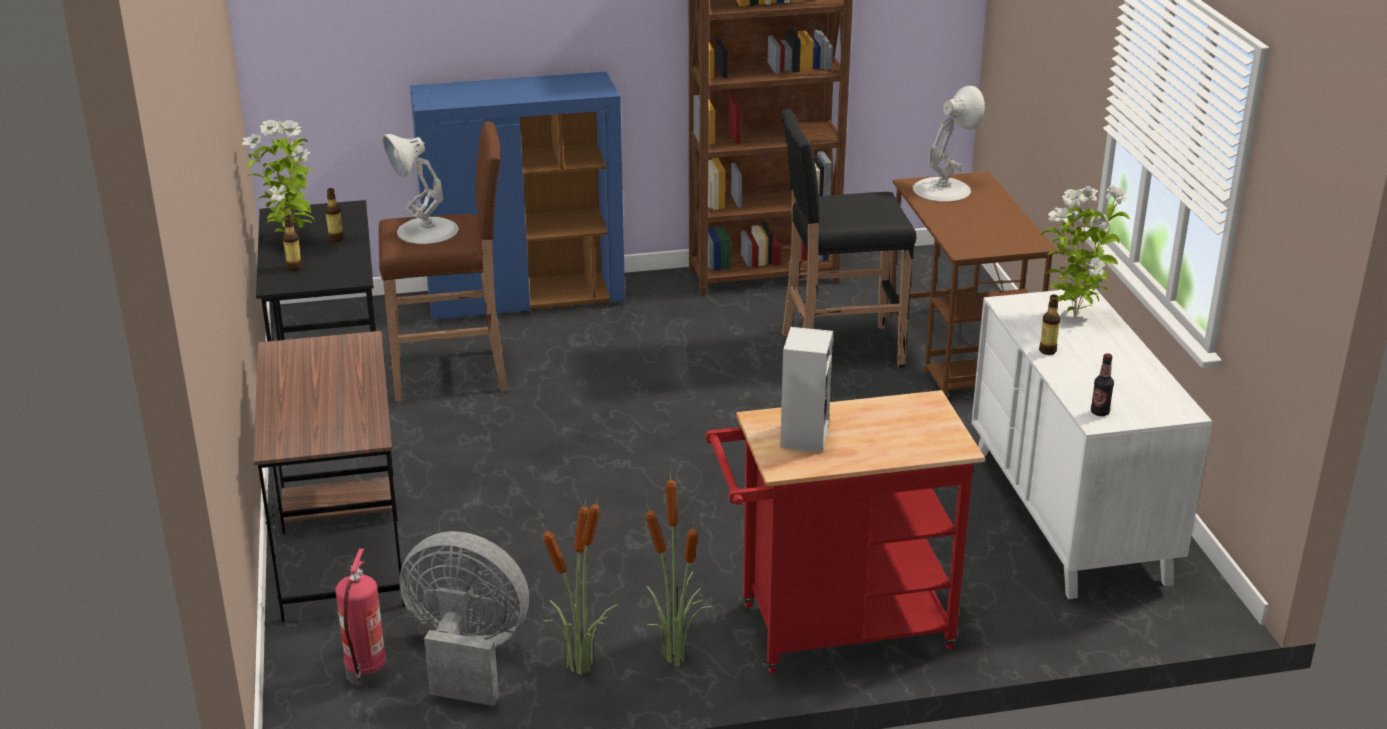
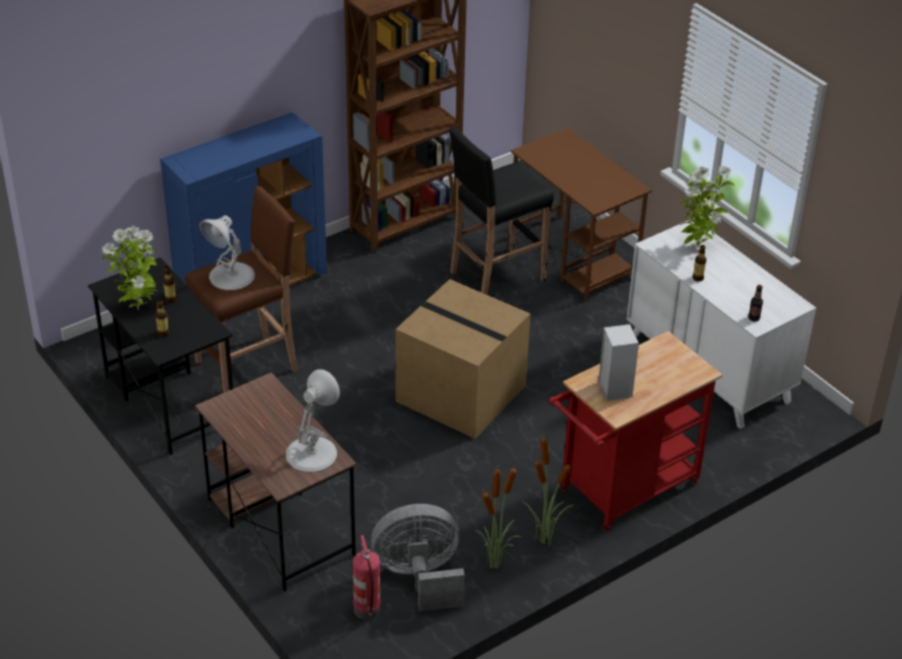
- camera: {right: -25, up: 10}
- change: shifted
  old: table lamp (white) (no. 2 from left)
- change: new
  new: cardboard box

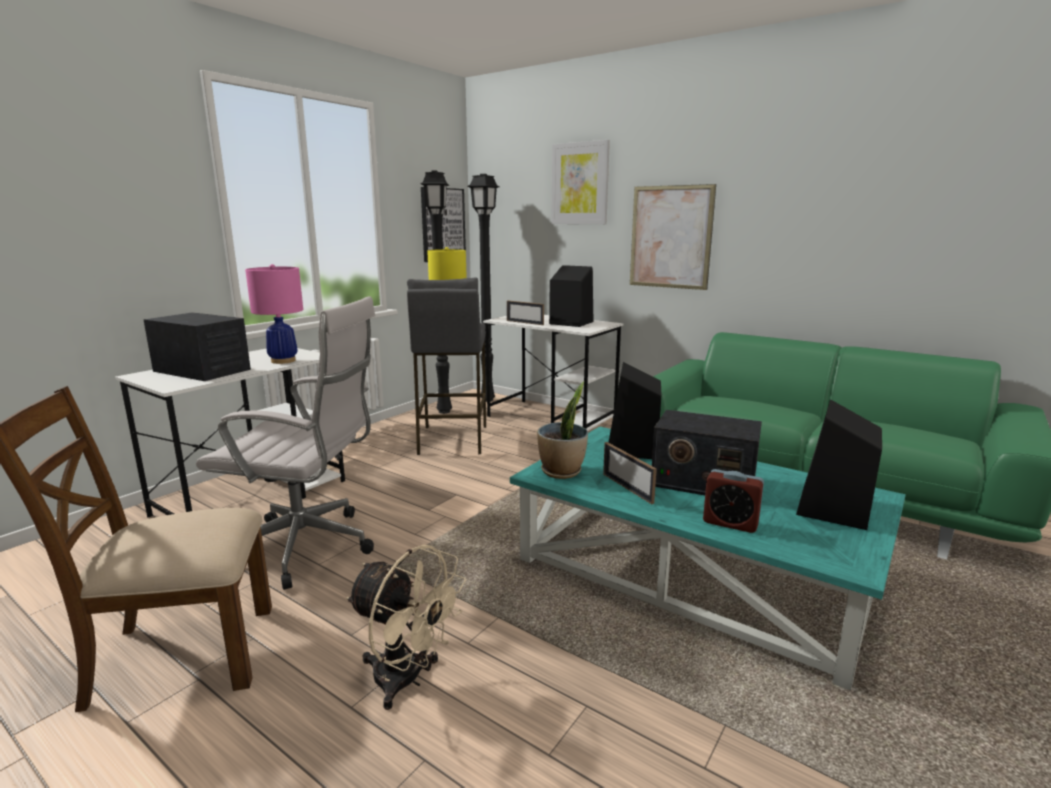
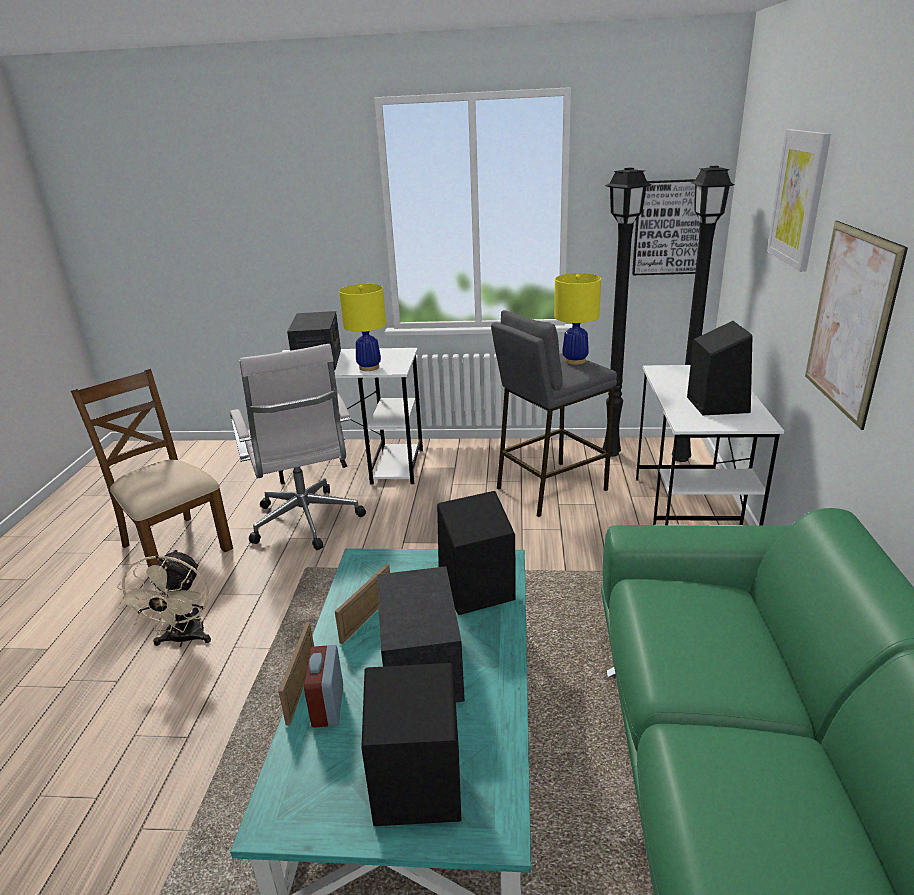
- camera: {right: 60, up: 10}
- change: repainted
  old: table lamp (pink)
  new: table lamp (yellow) (no. 1 from left)
- change: shifted
  old: picture frame (no. 1 from left)
- change: gone
  old: potted plant

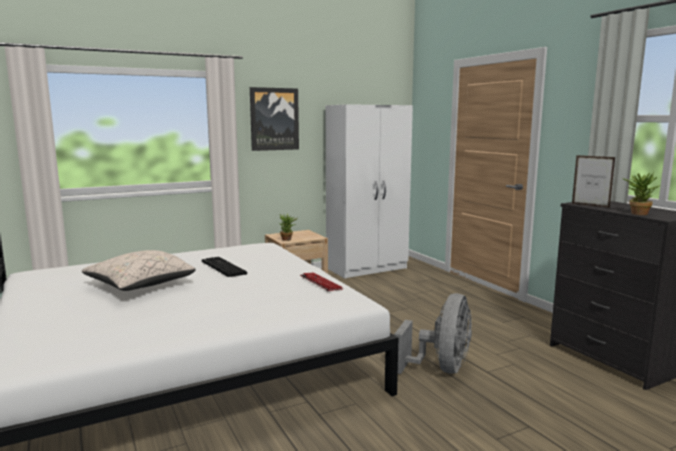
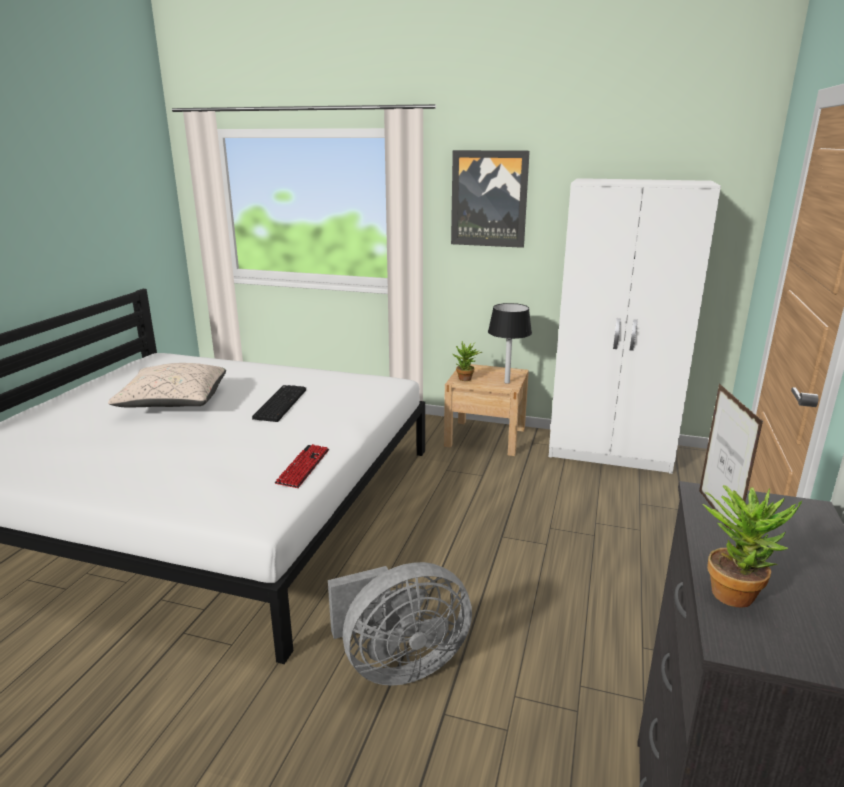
- camera: {right: 45, up: 10}
- change: new
  new: table lamp (black)

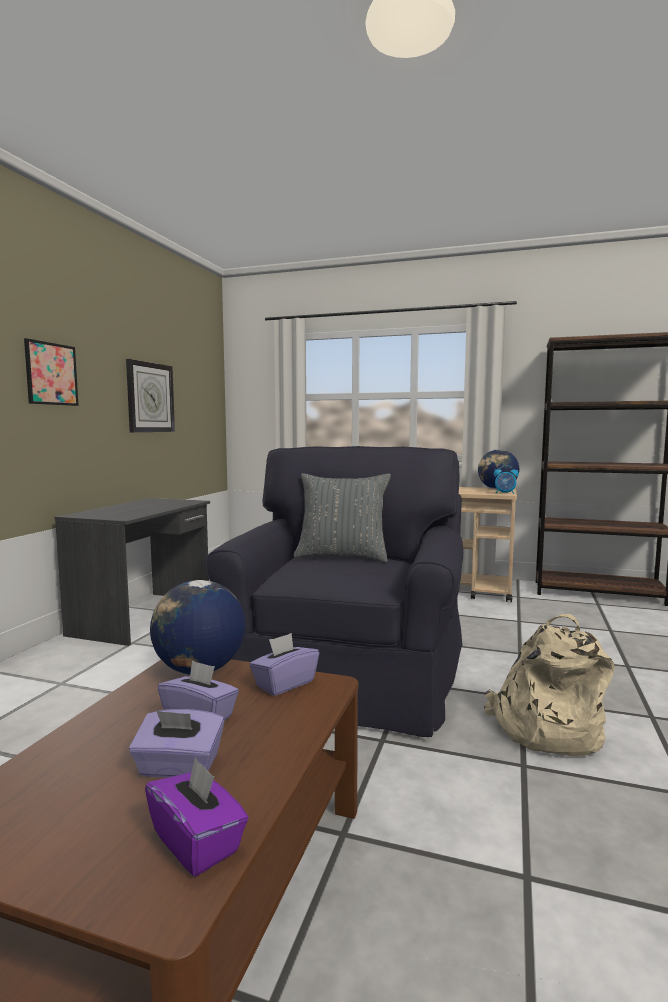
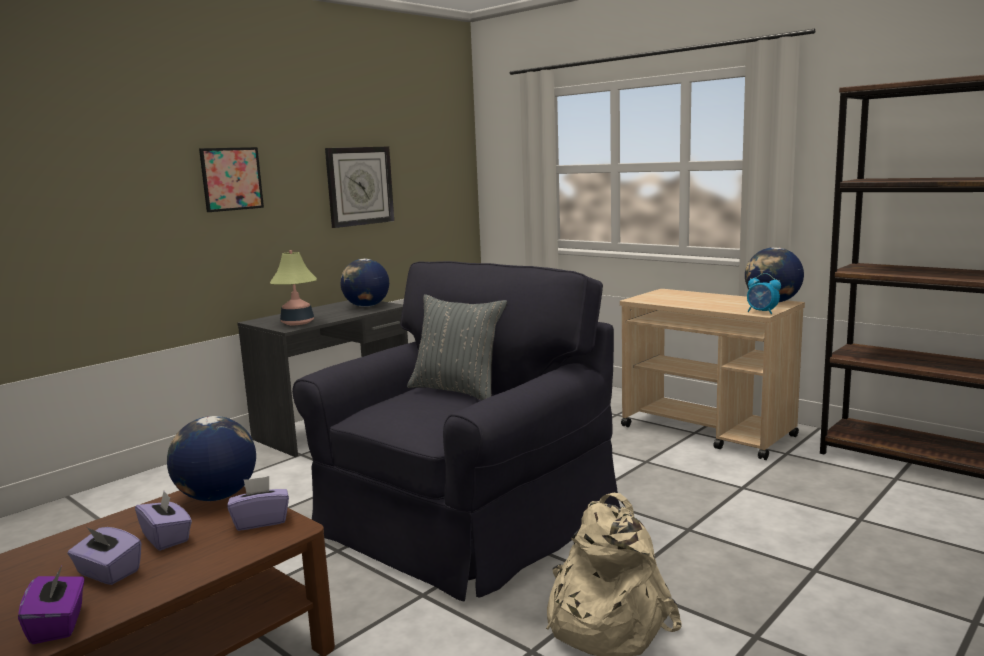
- camera: {right: 25, up: 5}
- change: new
  new: table lamp
- change: new
  new: globe (no. 2 from left)

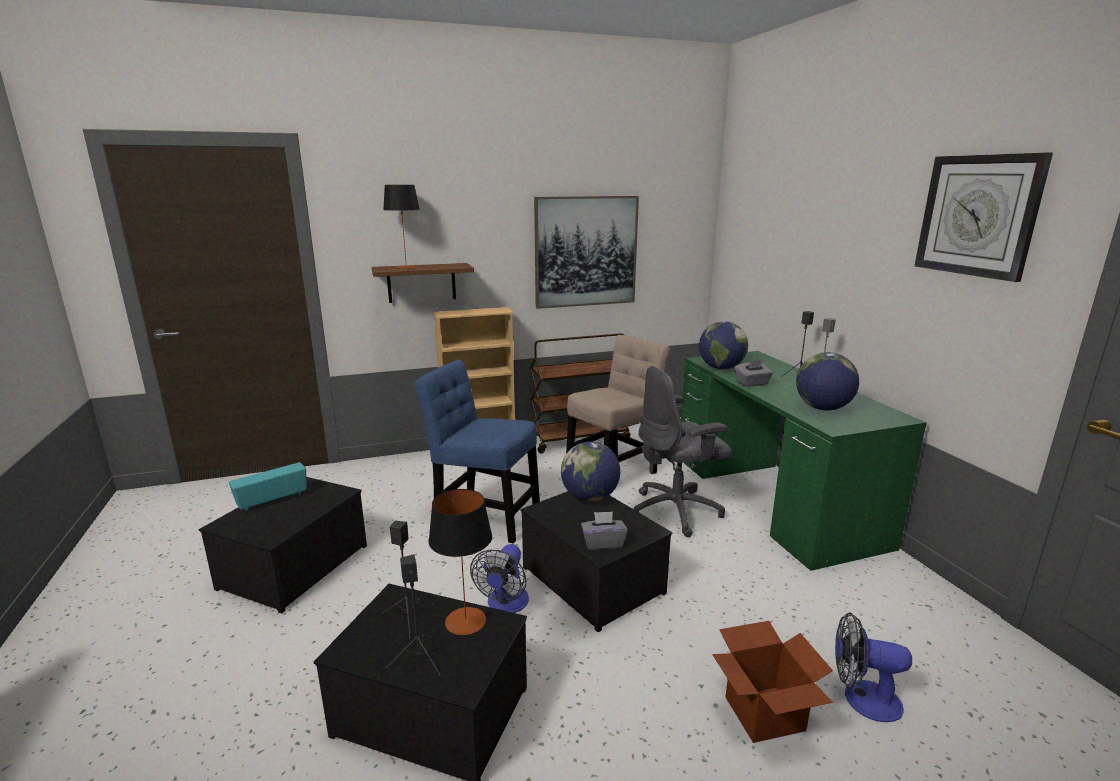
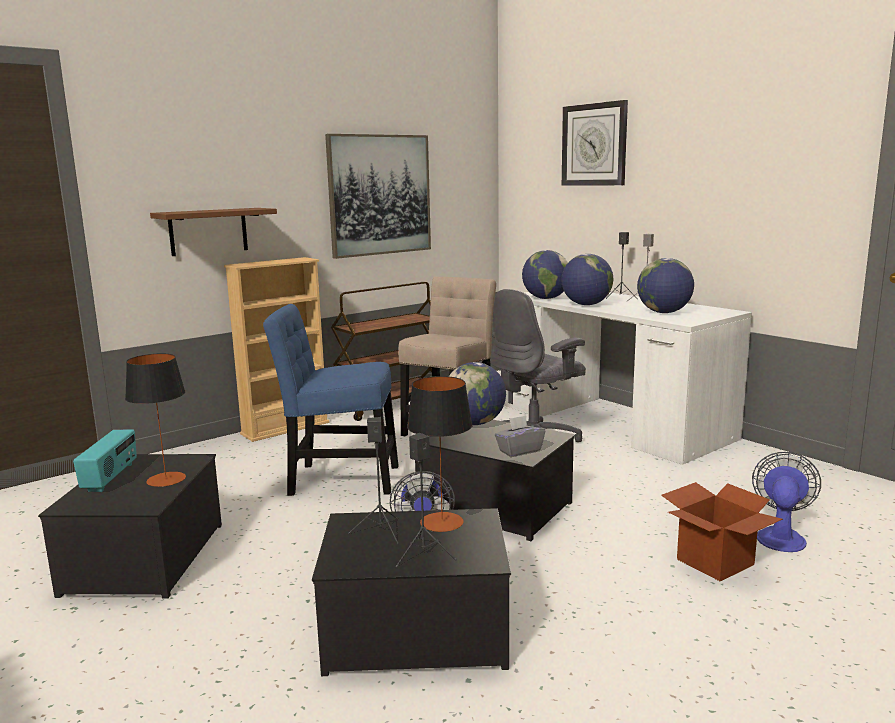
- camera: {right: -20, up: -5}
- change: shifted
  old: wall clock
- change: shifted
  old: table lamp (no. 1 from left)
- change: repainted
  old: desk (green)
  new: desk (white)
- change: swapped
  old: tissue box (grey) (no. 2 from left)
  new: globe (no. 3 from left)
- change: rotated
  old: radio
  degrees: 150
- change: rotated
  old: fan (no. 2 from left)
  degrees: 120

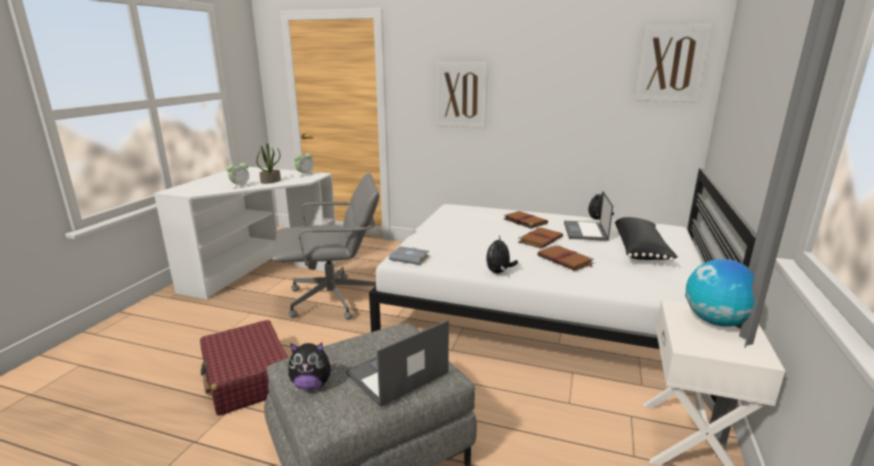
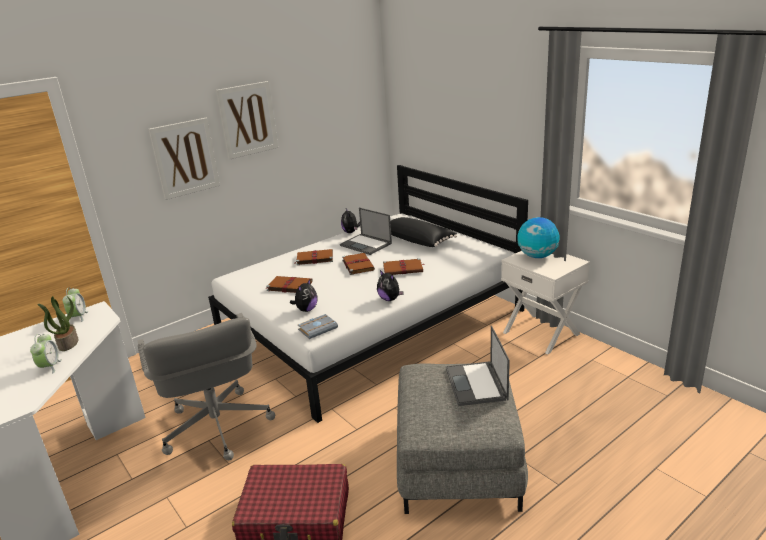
- camera: {right: -55, up: 5}
- change: shifted
  old: picture (no. 2 from left)
- change: rotated
  old: office chair (grey)
  degrees: 135
- change: shifted
  old: plush toy (no. 1 from left)
- change: new
  new: book (brown) (no. 1 from left)

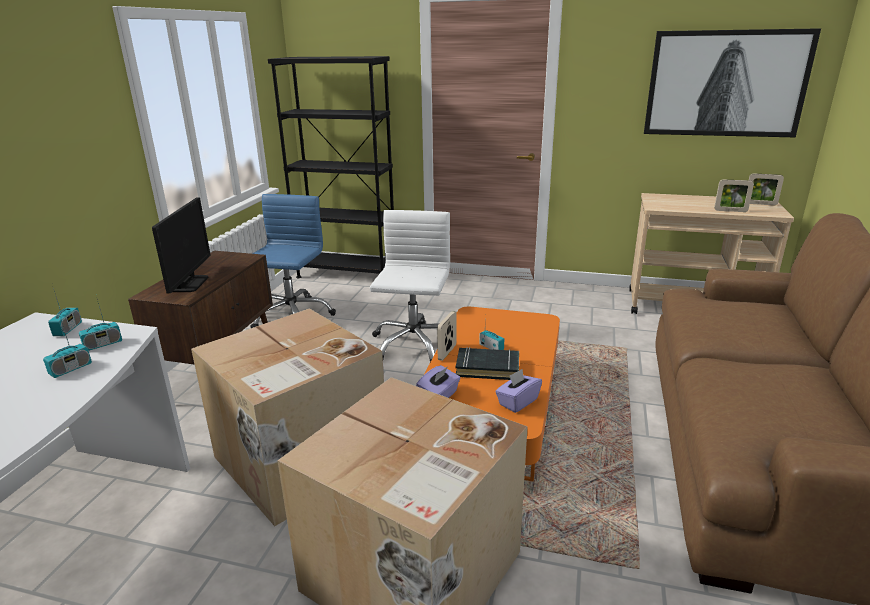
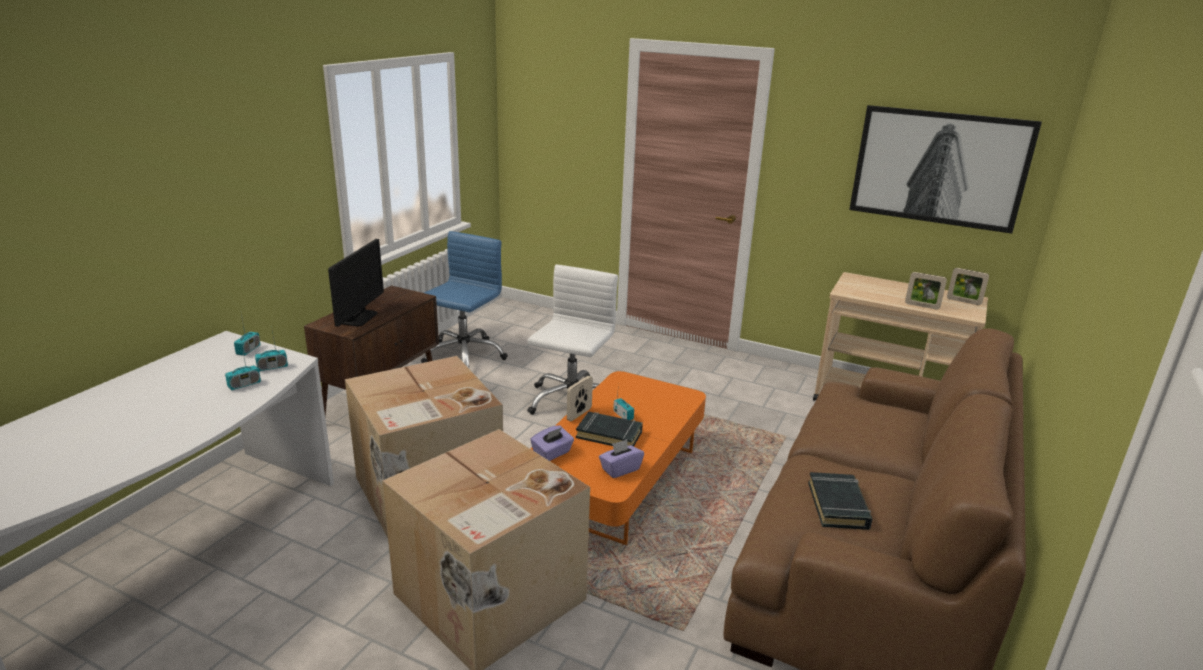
- camera: {right: 10, up: 0}
- change: gone
  old: bookcase (black)
- change: new
  new: book (black) (no. 2 from left)

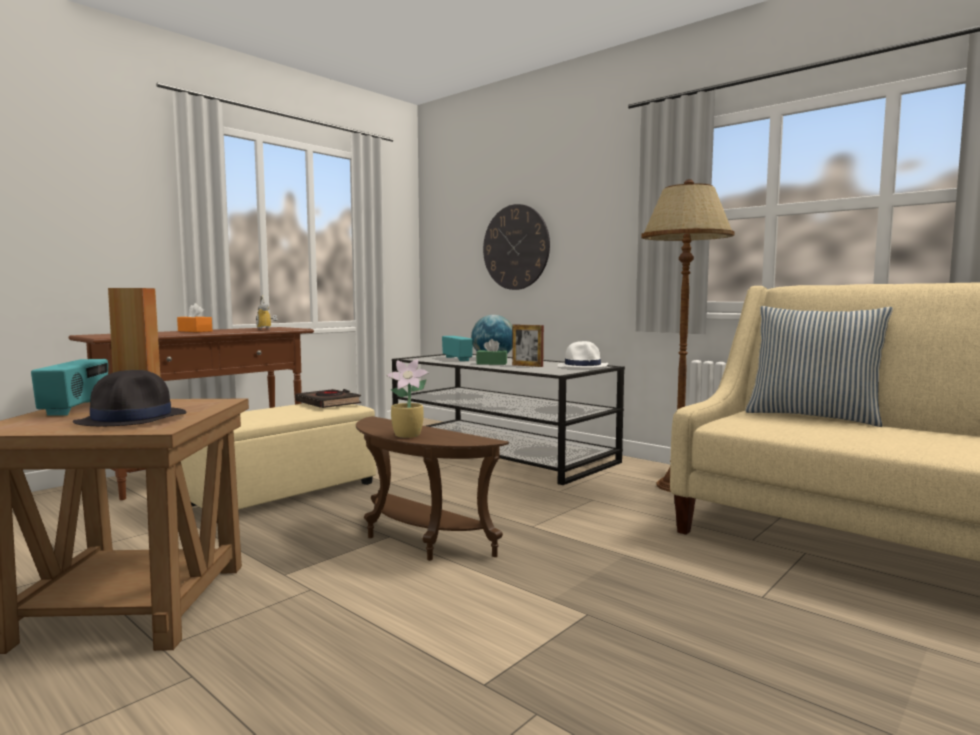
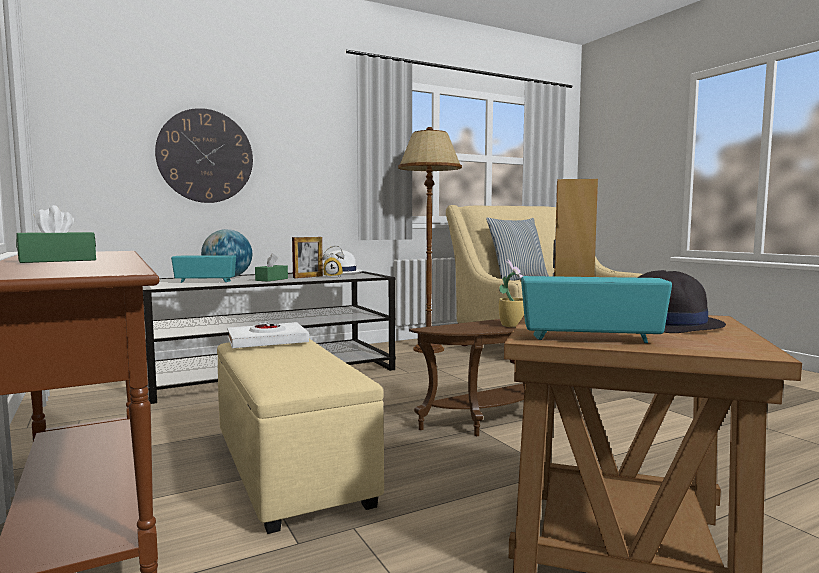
- camera: {right: -70, up: 0}
- change: shifted
  old: alarm clock
- change: repainted
  old: tissue box (orange)
  new: tissue box (green) (no. 1 from left)
- change: repainted
  old: book (black)
  new: book (white)

